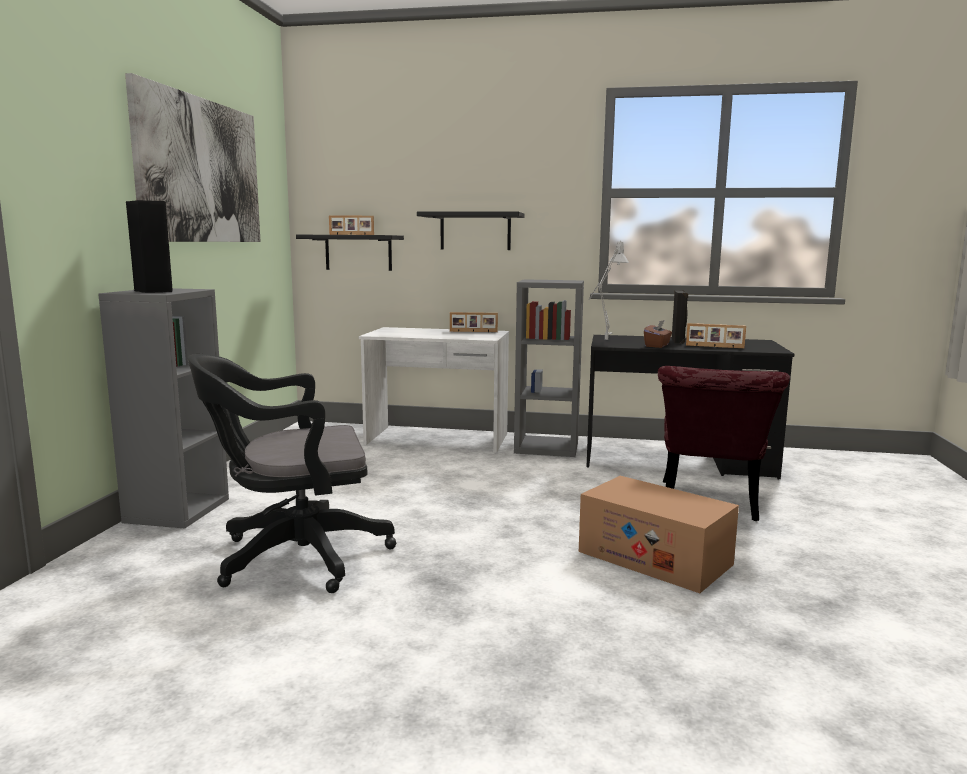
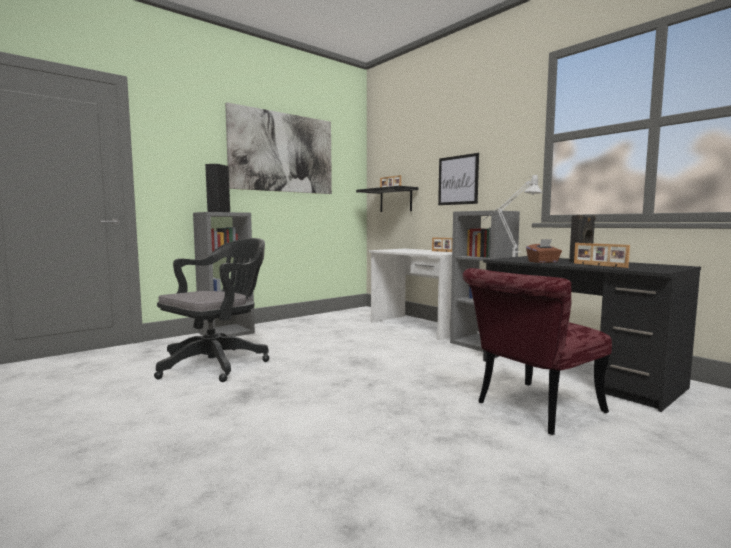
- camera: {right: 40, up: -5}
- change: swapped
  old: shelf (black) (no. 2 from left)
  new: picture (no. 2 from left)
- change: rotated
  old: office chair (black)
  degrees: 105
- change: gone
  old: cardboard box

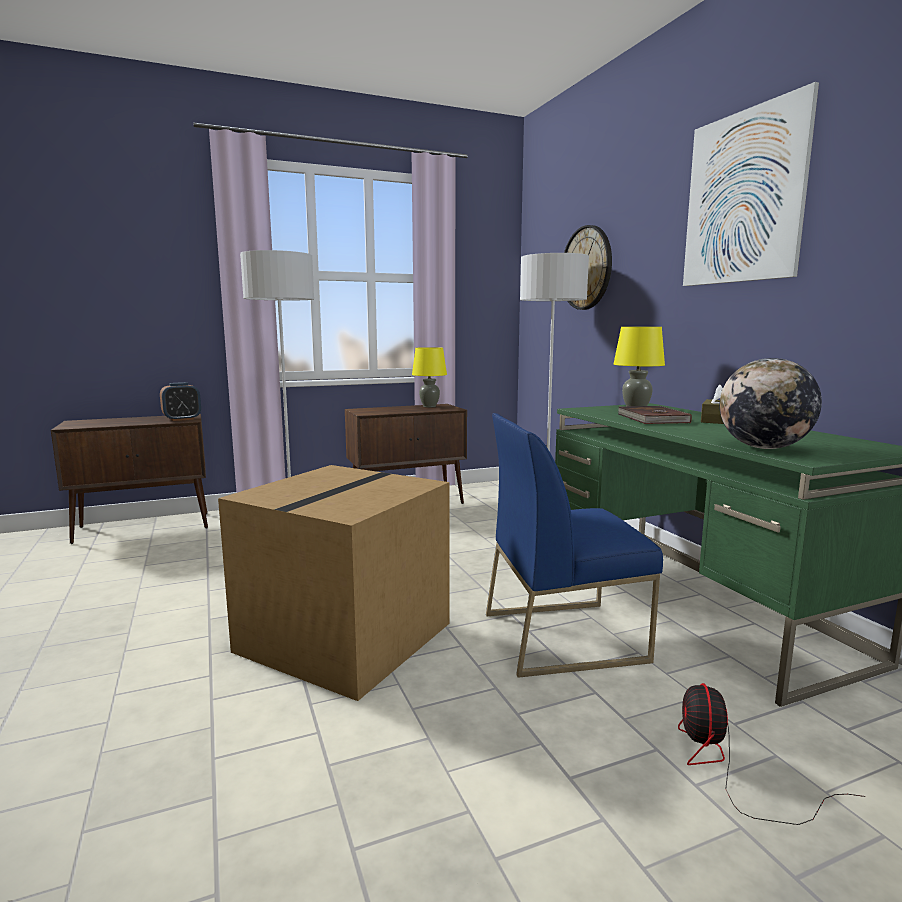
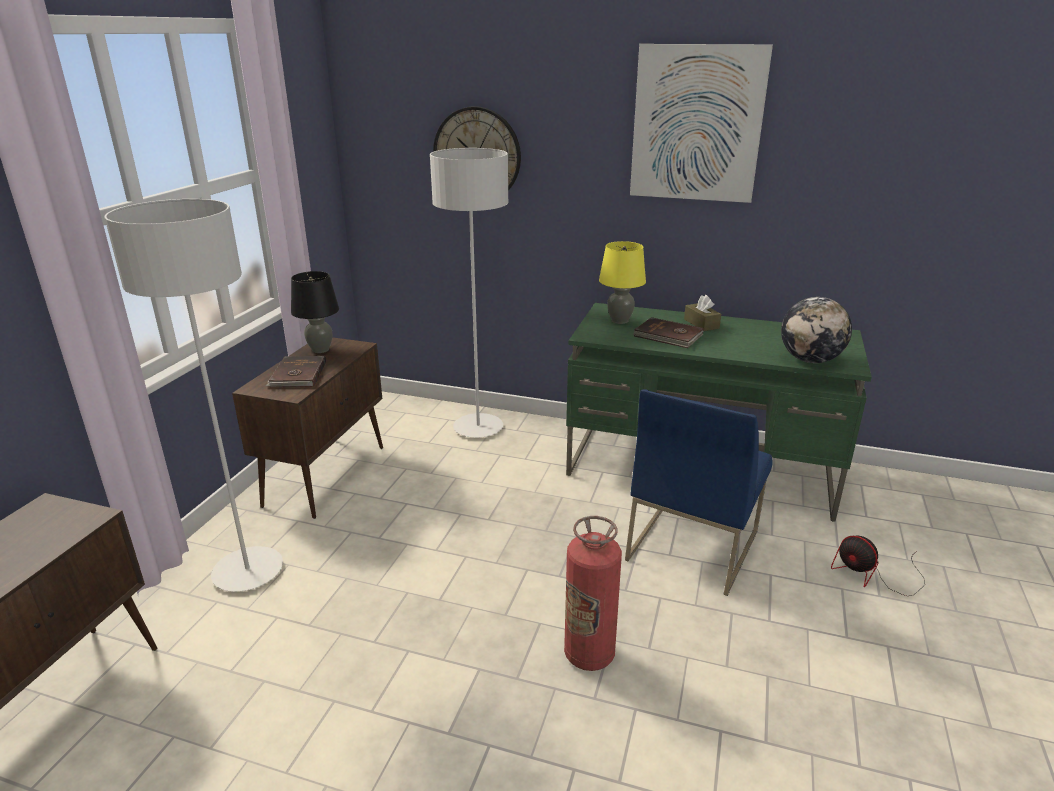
- camera: {right: -50, up: 15}
- change: repainted
  old: table lamp (yellow) (no. 1 from left)
  new: table lamp (black)
- change: gone
  old: alarm clock
- change: swapped
  old: cardboard box
  new: fire extinguisher
- change: new
  new: book (brown) (no. 1 from left)

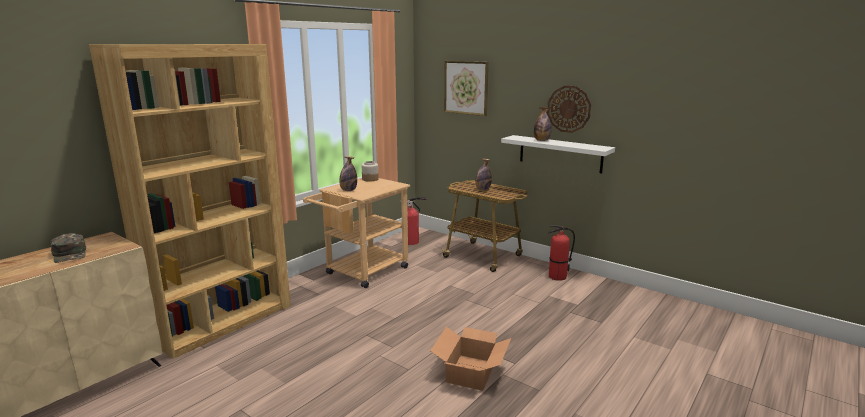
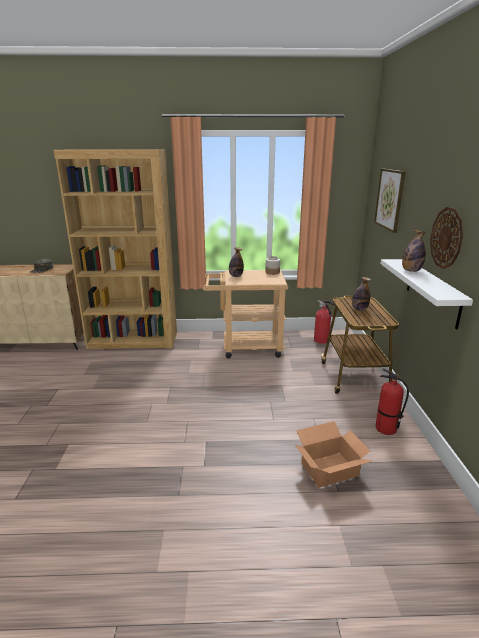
- camera: {right: 50, up: 5}
- change: shifted
  old: cardboard box

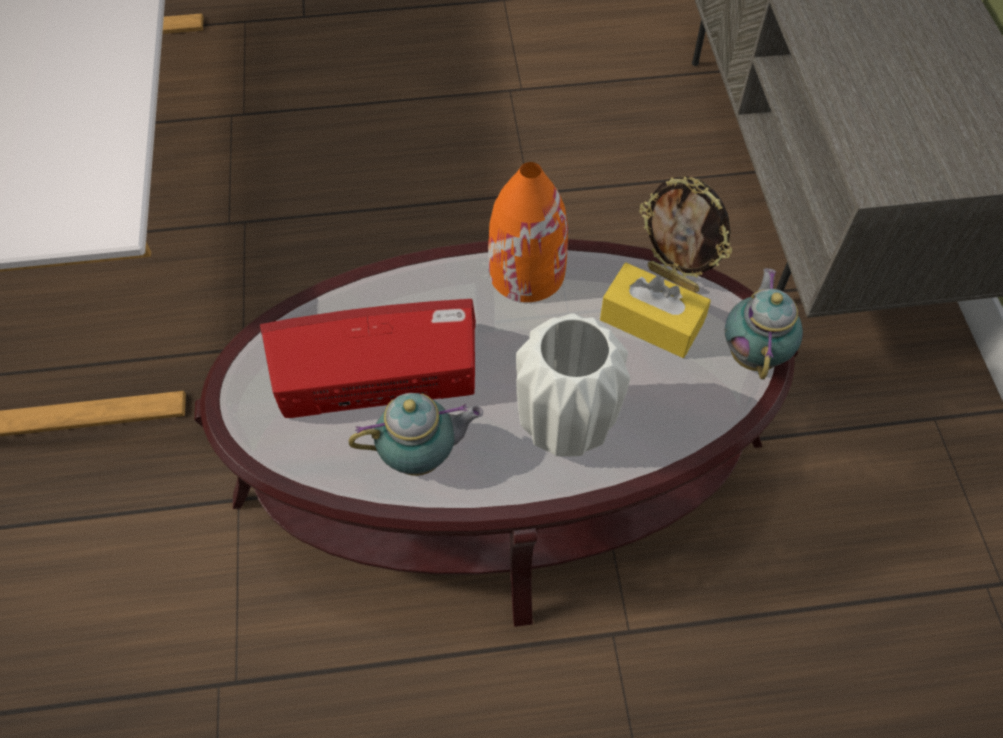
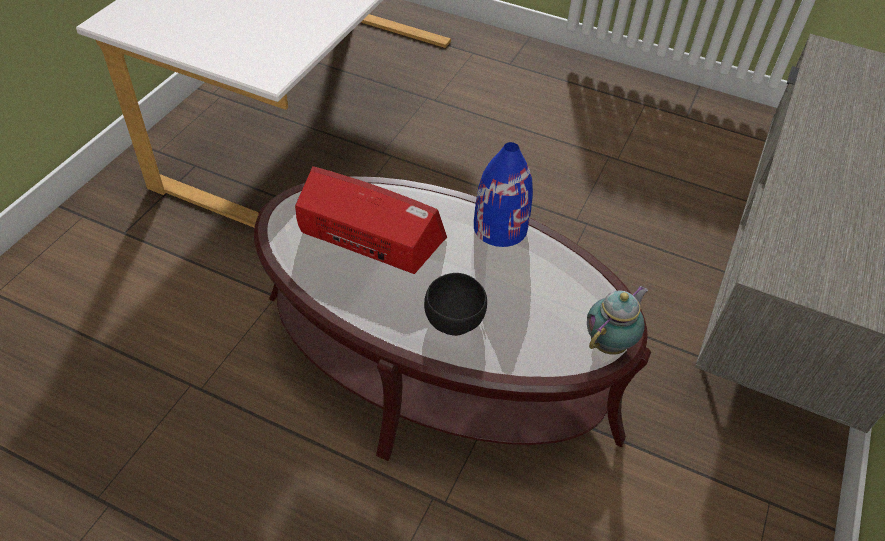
- camera: {right: 30, up: -10}
- change: repainted
  old: vase (orange)
  new: vase (blue)
- change: gone
  old: picture frame
- change: gone
  old: tissue box (yellow)
- change: swapped
  old: vase (white)
  new: bowl (black)
- change: gone
  old: teapot (no. 1 from left)

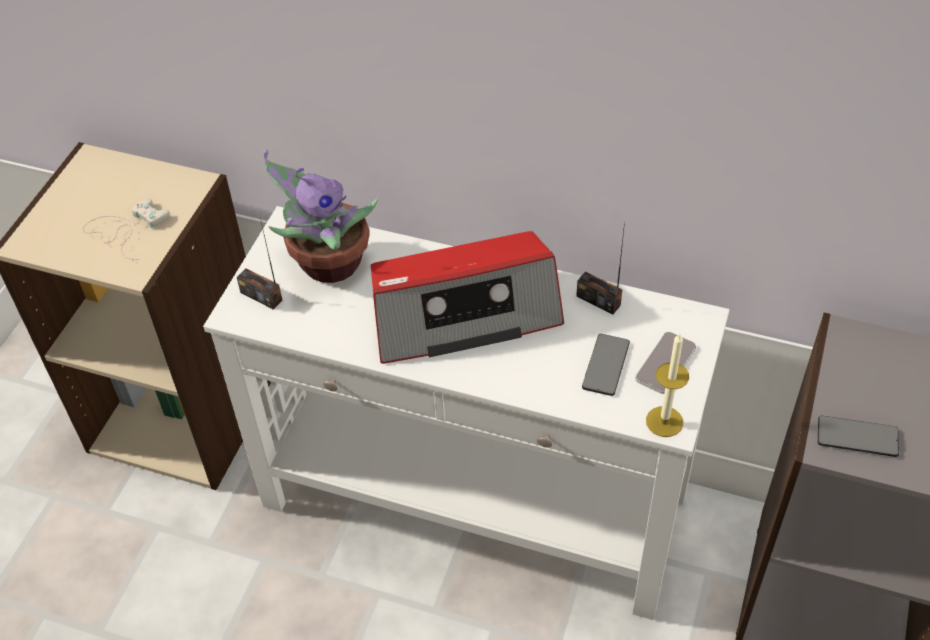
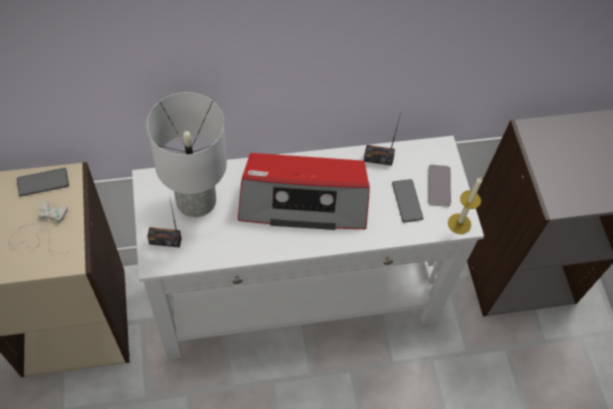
- camera: {right: -35, up: 10}
- change: swapped
  old: potted plant
  new: table lamp (white)
- change: rotated
  old: radio (no. 2 from left)
  degrees: 45
- change: shifted
  old: phone (no. 3 from left in the first image)
  new: phone (no. 1 from left)

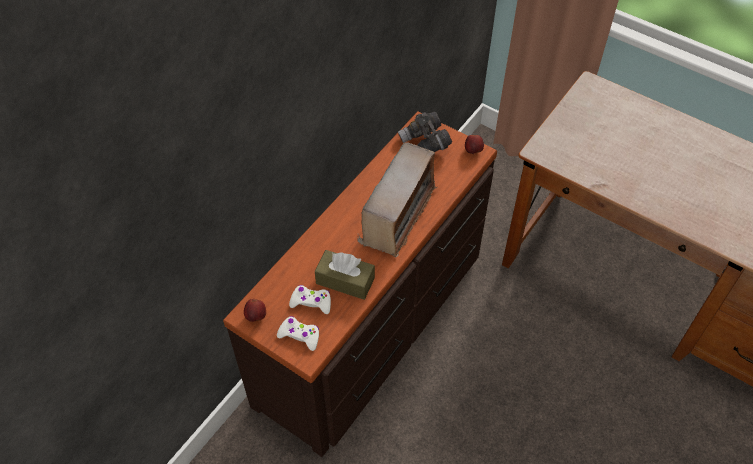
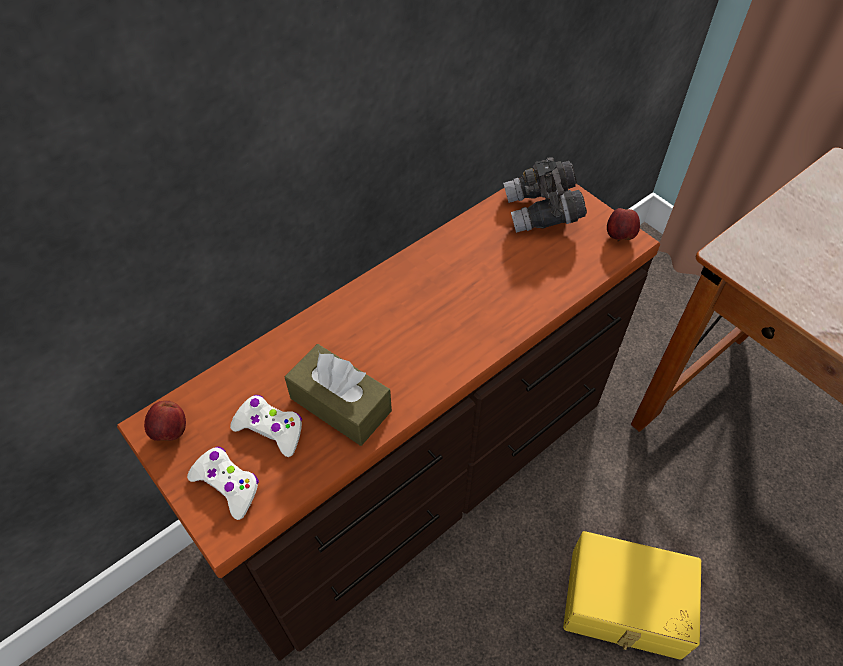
- camera: {right: 15, up: 0}
- change: gone
  old: radio
- change: new
  new: storage box (yellow)

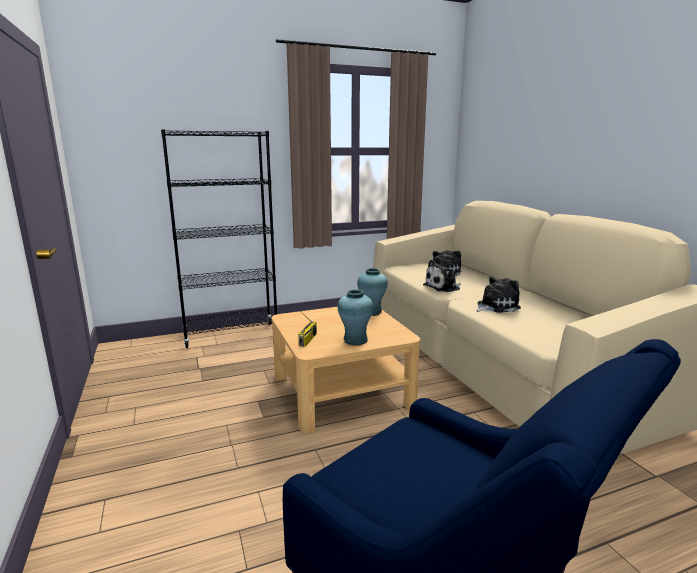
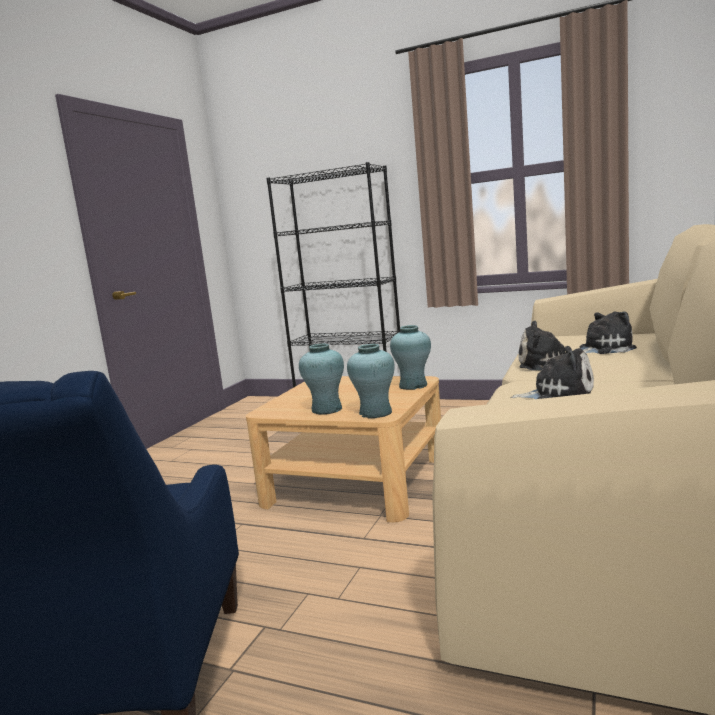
- camera: {right: 45, up: -5}
- change: gone
  old: radio
- change: new
  new: vase (turquoise) (no. 2 from left)

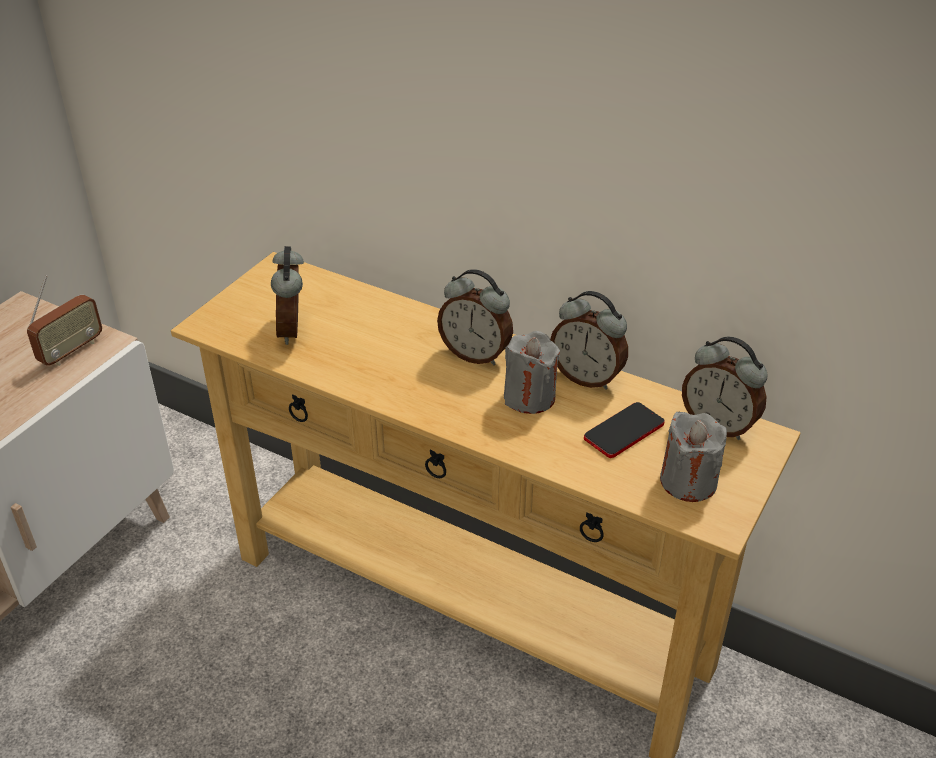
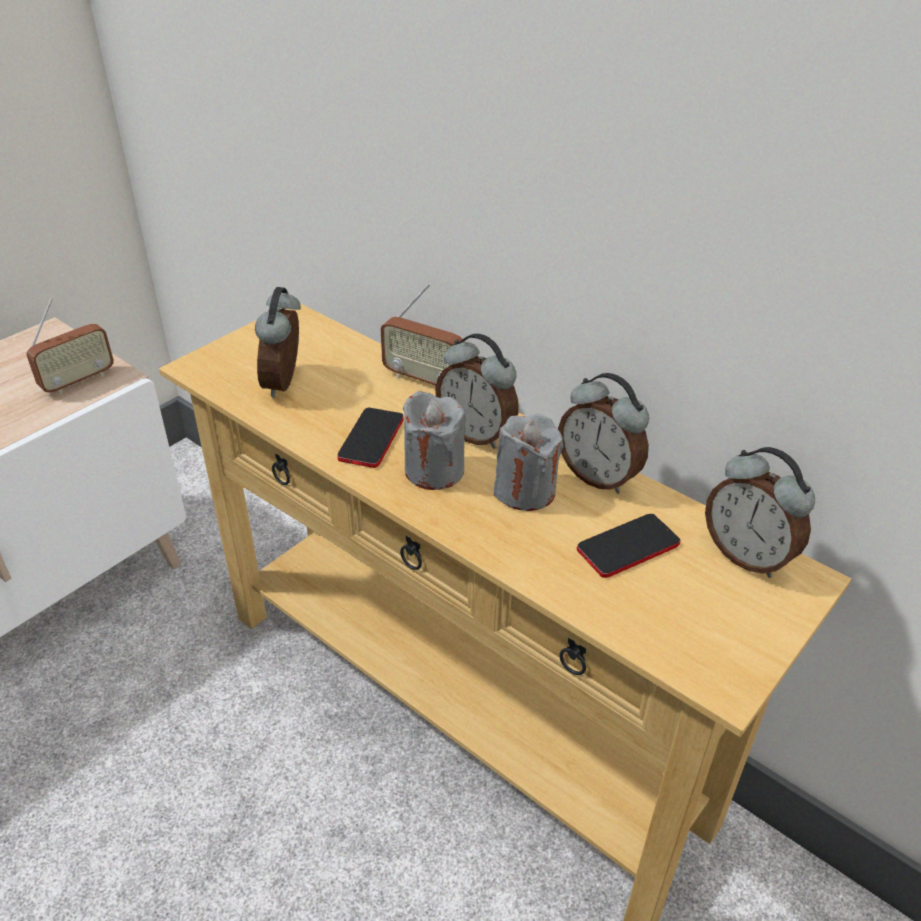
- camera: {right: 10, up: 0}
- change: shifted
  old: candle (grey) (no. 2 from left in the first image)
  new: candle (grey) (no. 1 from left)
- change: new
  new: radio (no. 2 from left)
- change: new
  new: phone (no. 1 from left)

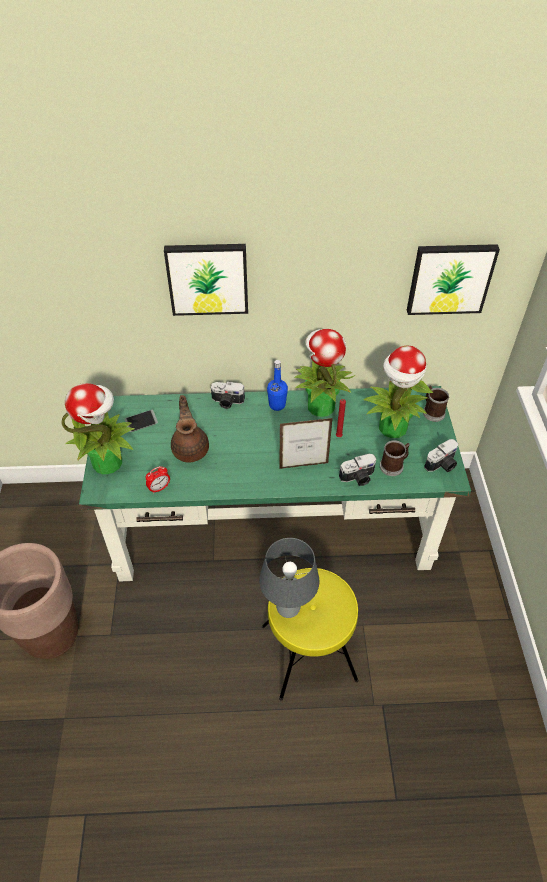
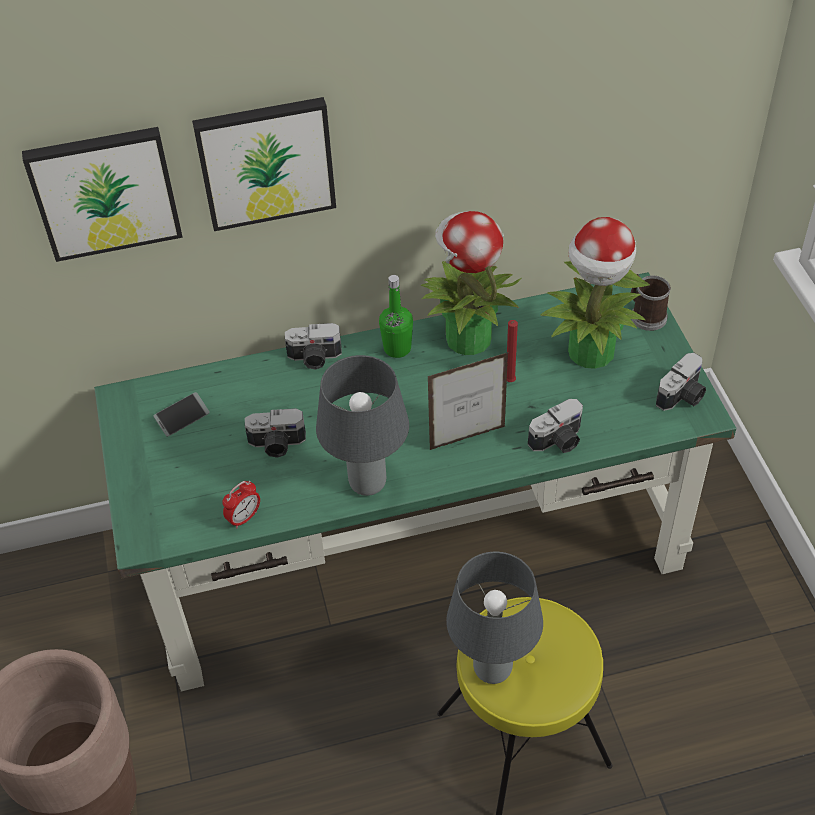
- camera: {right: -10, up: 0}
- change: shifted
  old: picture (no. 2 from left in the first image)
  new: picture (no. 1 from left)
- change: repainted
  old: bottle (blue)
  new: bottle (green)
- change: gone
  old: potted plant (no. 1 from left)
- change: swapped
  old: teapot (brown)
  new: photo camera (no. 1 from left)
- change: gone
  old: mug (no. 1 from left)
- change: new
  new: table lamp (grey) (no. 1 from left)

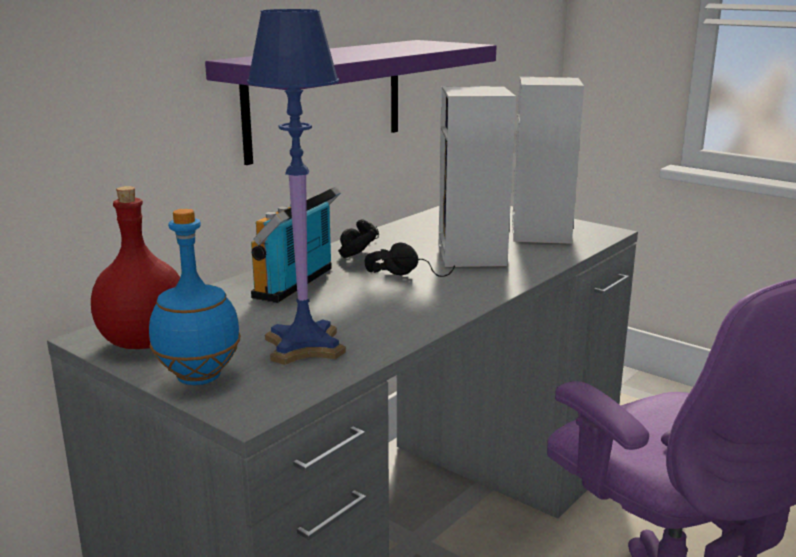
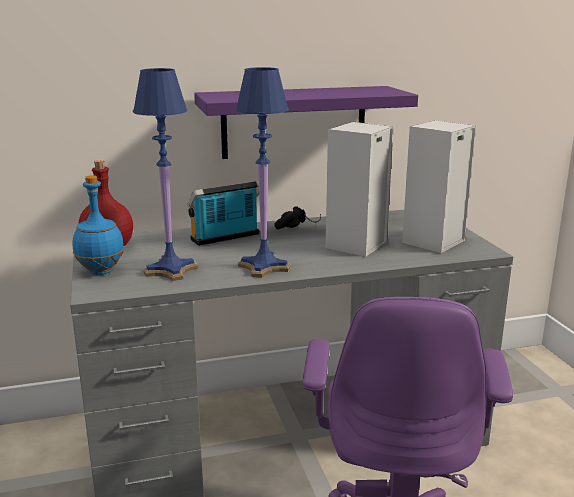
- camera: {right: 35, up: 0}
- change: gone
  old: headphones (black) (no. 2 from left)
- change: new
  new: table lamp (blue) (no. 2 from left)

